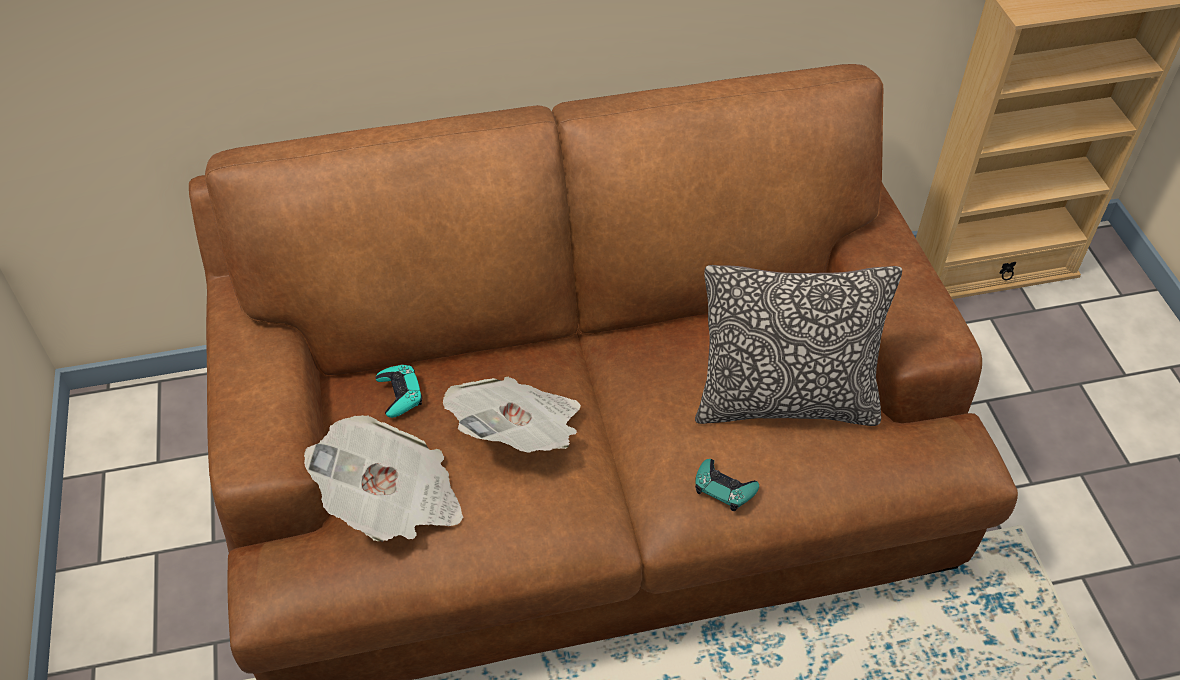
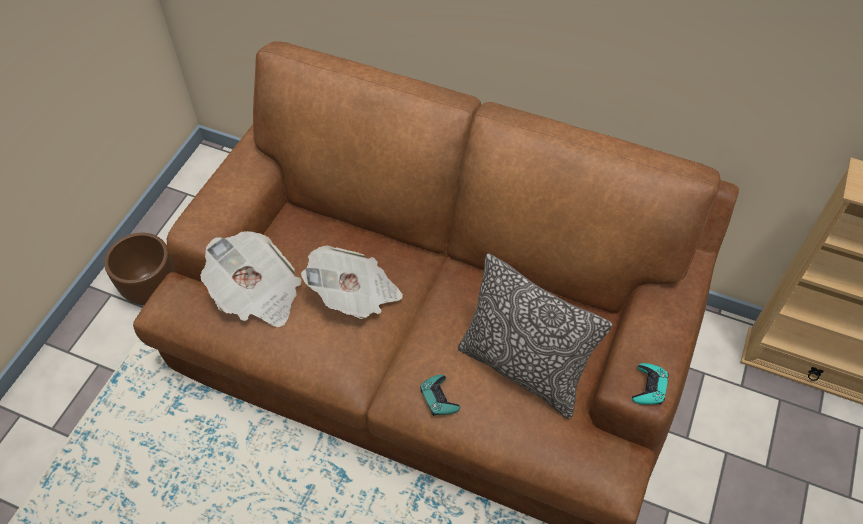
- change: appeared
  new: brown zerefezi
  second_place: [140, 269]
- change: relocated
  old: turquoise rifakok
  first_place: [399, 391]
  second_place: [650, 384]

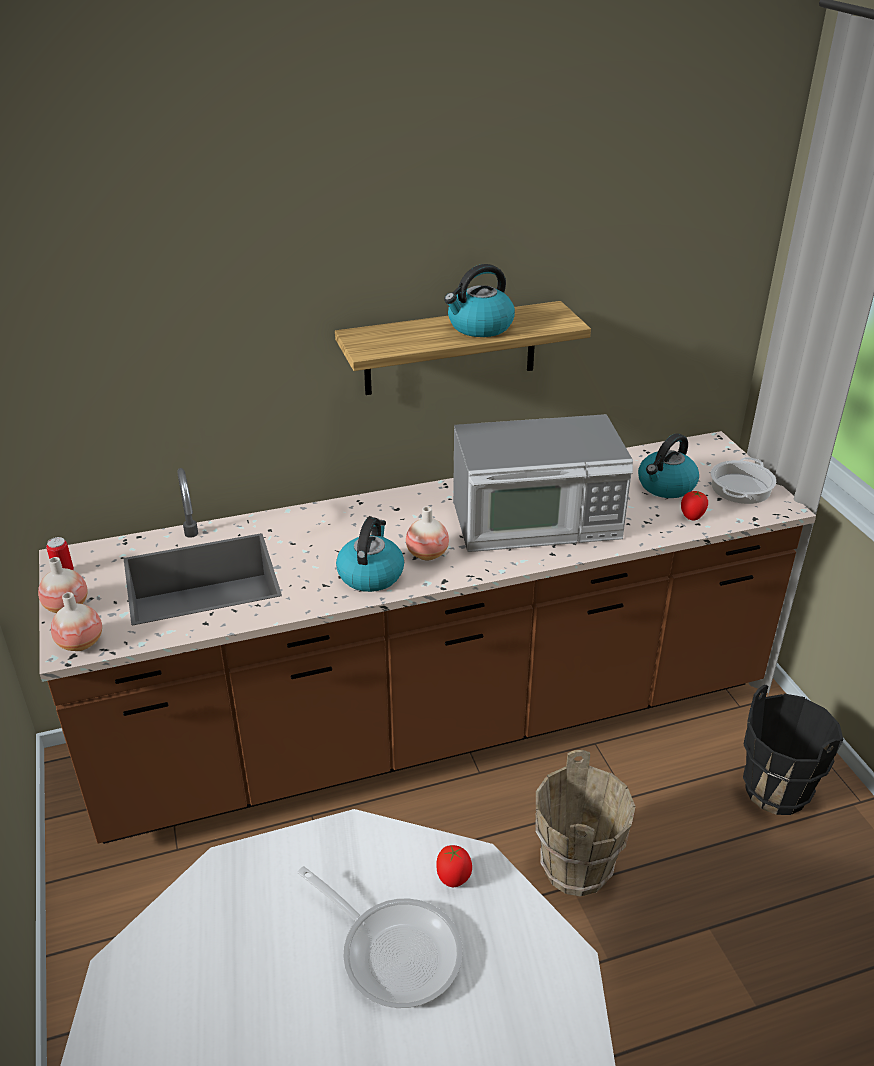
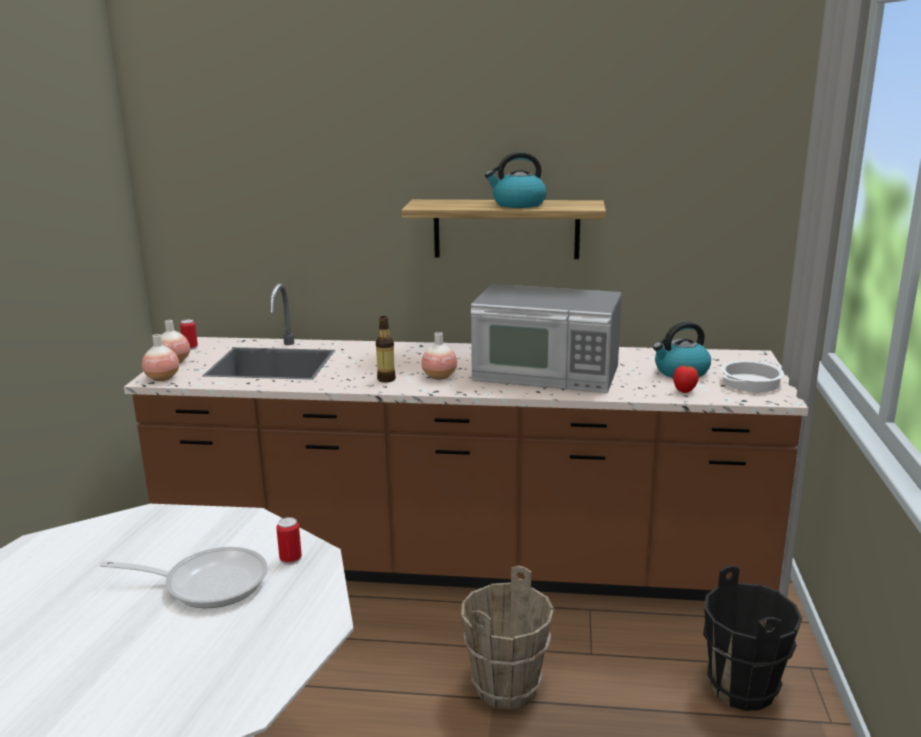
- change: exchanged
  old: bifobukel
  new: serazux
  first_place: [370, 554]
  second_place: [386, 349]
- change: exchanged
  old: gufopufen
  new: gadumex
  first_place: [454, 866]
  second_place: [289, 541]
- change: spun
  old: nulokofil
  first_place: [380, 937]
  second_place: [184, 577]
  degrees: -60

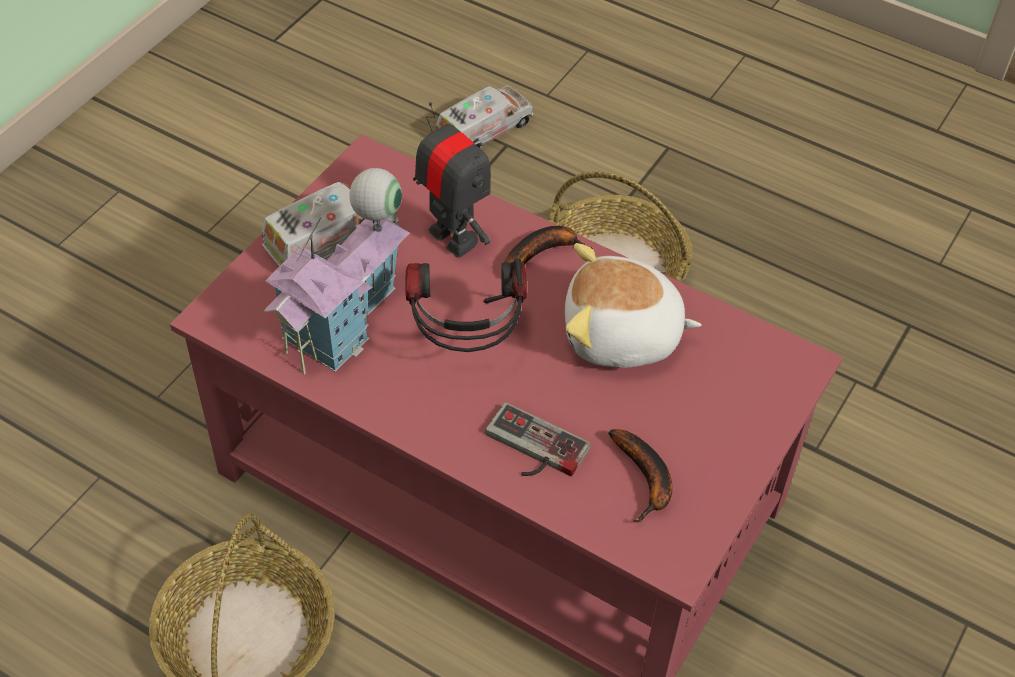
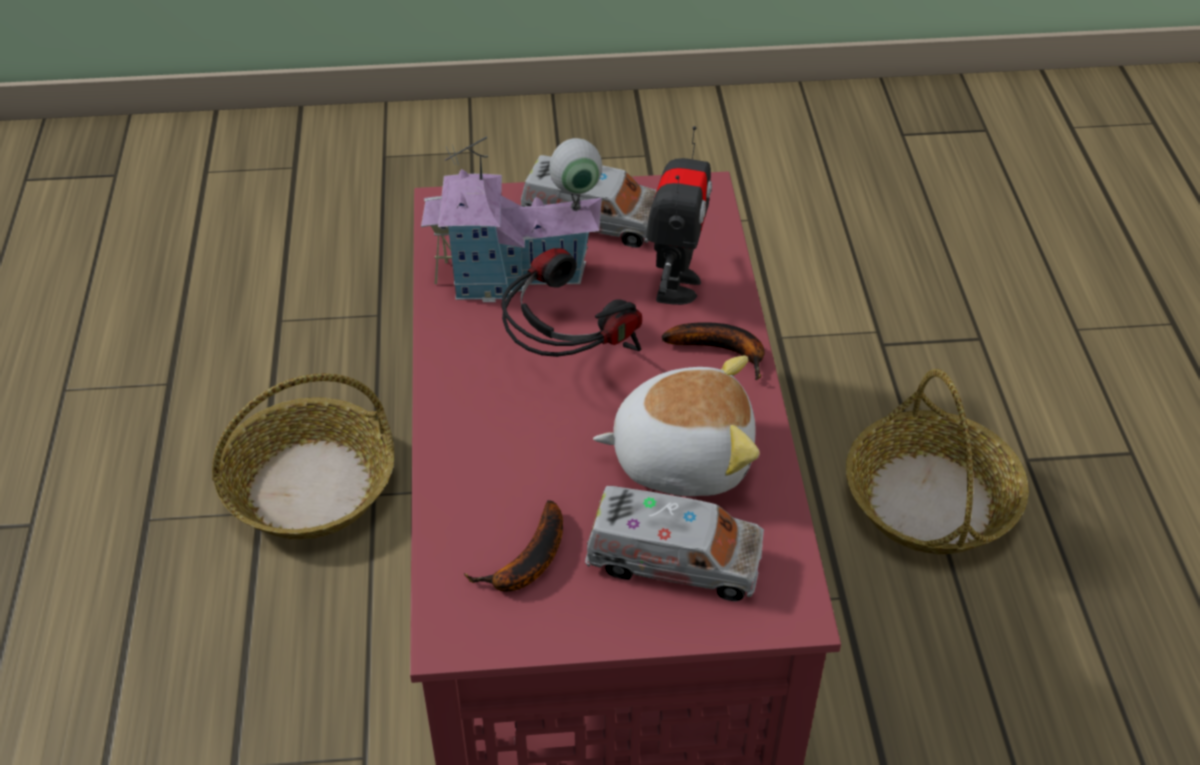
- change: missing
  old: rifakok
  first_place: [538, 439]
- change: relocated
  old: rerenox
  first_place: [484, 116]
  second_place: [674, 543]
- change: spun
  old: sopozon
  first_place: [633, 305]
  second_place: [676, 425]
  degrees: 120

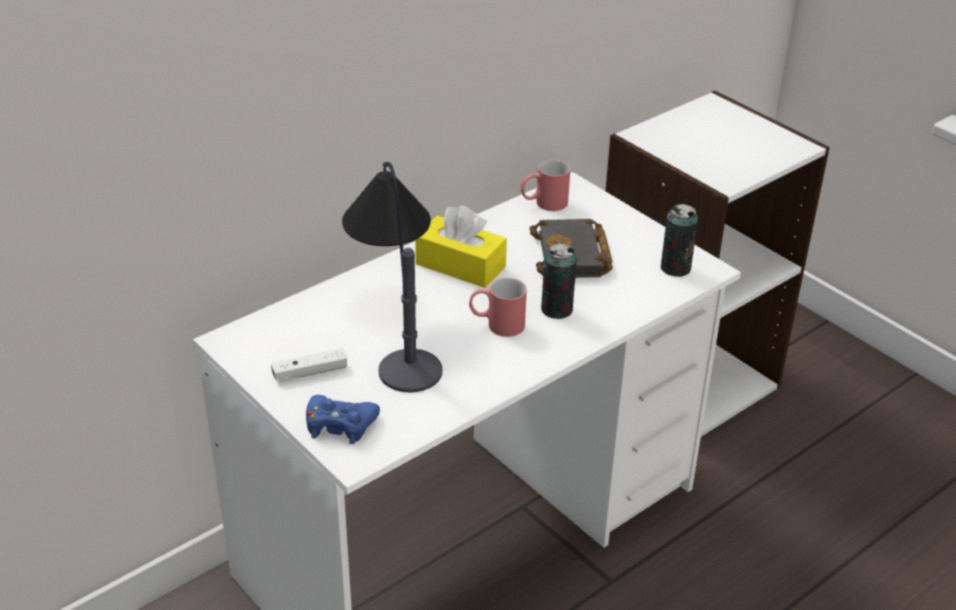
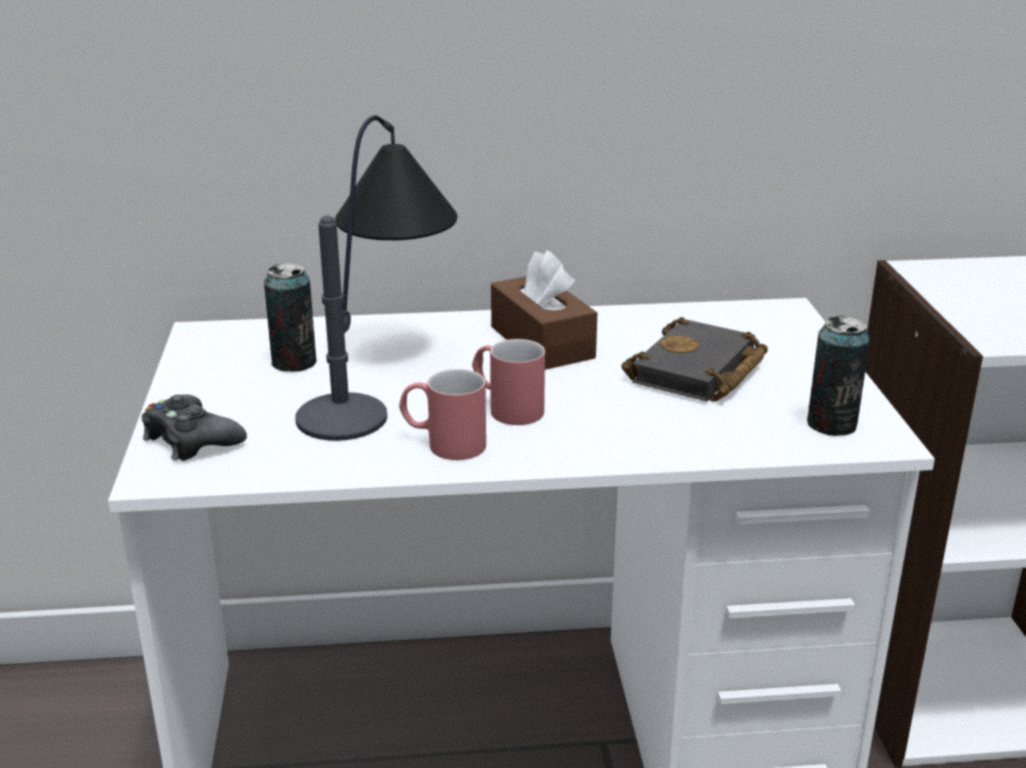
- change: missing
  old: white rifakok
  first_place: [309, 364]
- change: relocated
  old: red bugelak
  first_place: [545, 185]
  second_place: [442, 414]
- change: relocated
  old: gadumex
  first_place: [559, 281]
  second_place: [290, 317]
- change: colour
  old: blue rifakok
  new: black rifakok
  first_place: [343, 419]
  second_place: [194, 428]
- change: colour
  old: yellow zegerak
  new: brown zegerak
  first_place: [461, 246]
  second_place: [544, 310]

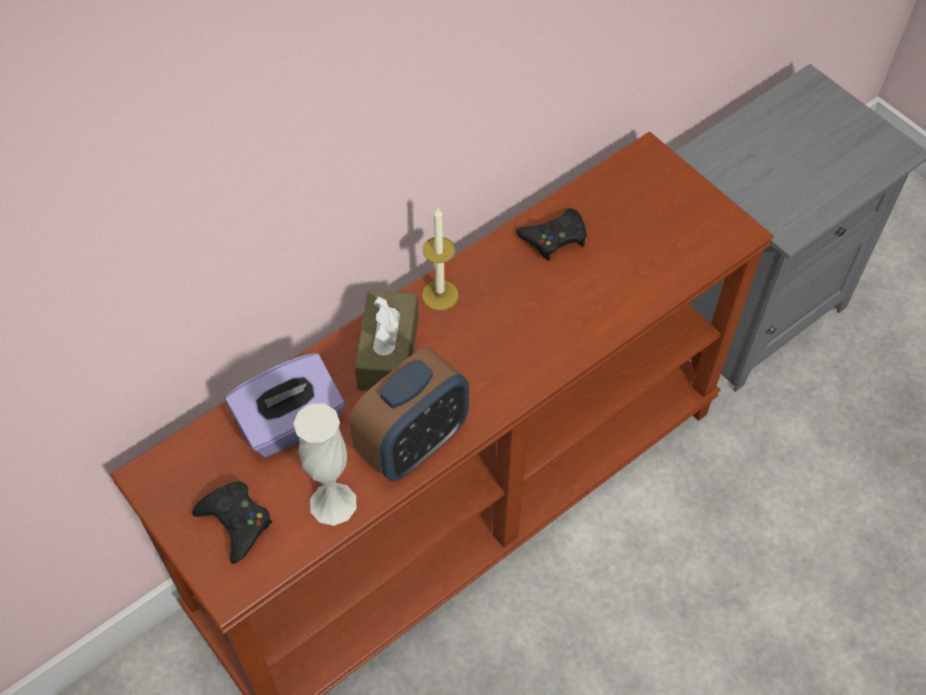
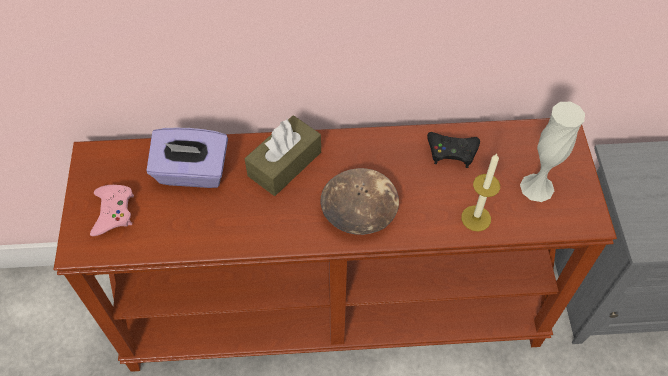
- change: missing
  old: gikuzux
  first_place: [409, 414]
- change: appeared
  new: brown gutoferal
  second_place: [359, 201]
- change: relocated
  old: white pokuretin
  first_place: [325, 465]
  second_place: [552, 152]
- change: relocated
  old: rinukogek
  first_place: [440, 259]
  second_place: [480, 193]
- change: colour
  old: black rifakok
  new: pink rifakok
  first_place: [232, 522]
  second_place: [112, 210]

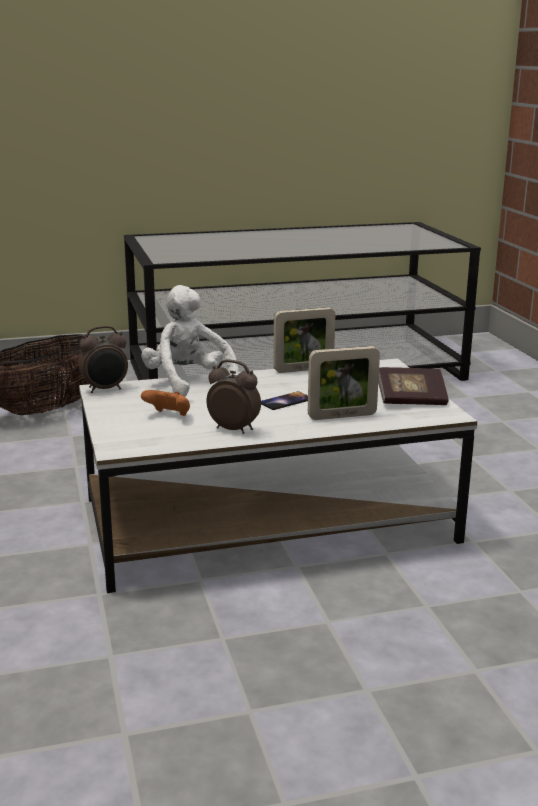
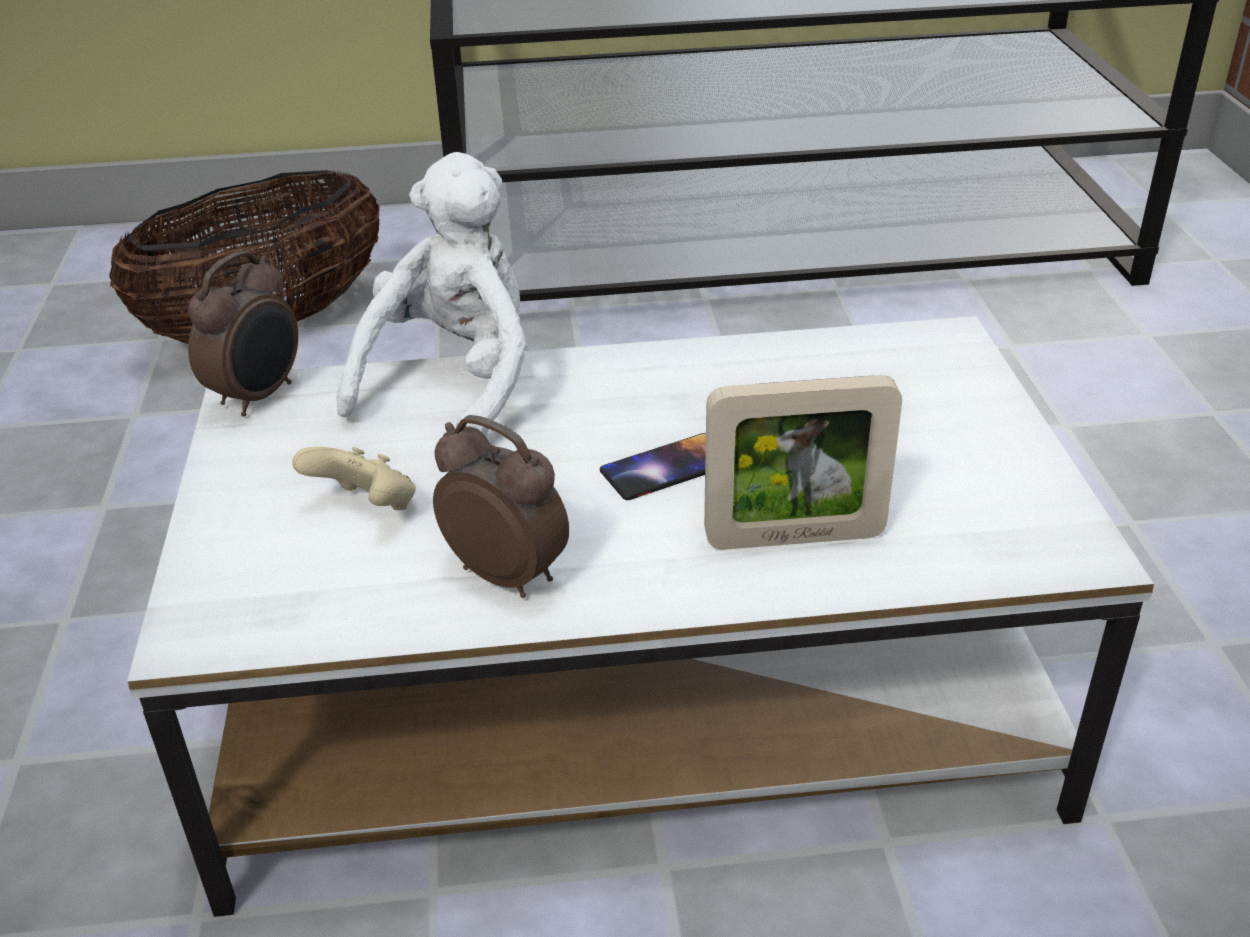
- change: missing
  old: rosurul
  first_place: [304, 340]
- change: missing
  old: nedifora
  first_place: [413, 386]
- change: colour
  old: orange rifakok
  new: beige rifakok
  first_place: [165, 403]
  second_place: [354, 478]
- change: spun
  old: gikuzux
  first_place: [103, 359]
  second_place: [243, 334]
  degrees: -45
- change: spun
  old: white sopozon
  first_place: [190, 341]
  second_place: [432, 294]
  degrees: 45

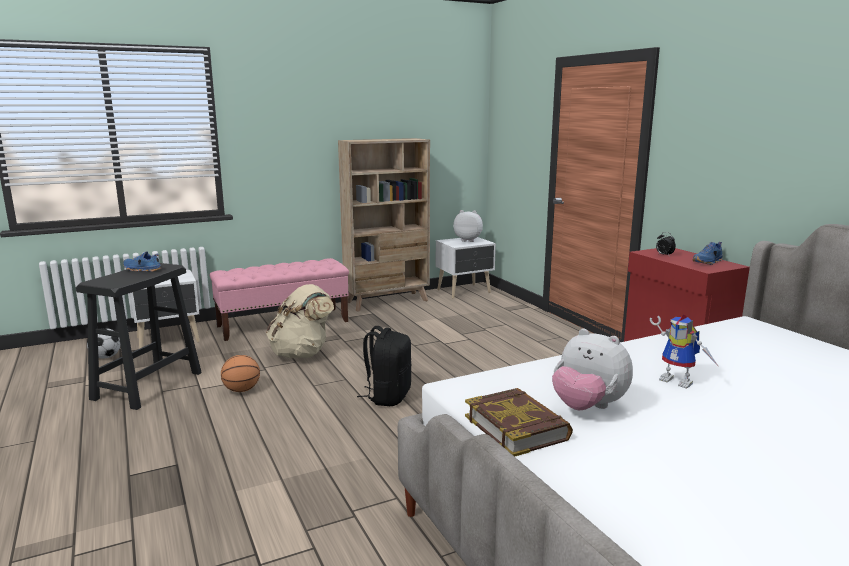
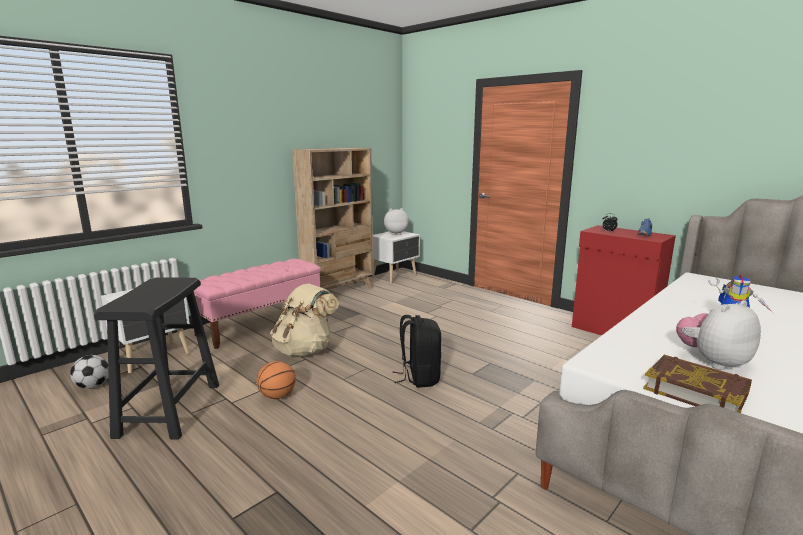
- change: missing
  old: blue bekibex
  first_place: [142, 261]
- change: spun
  old: sopozon
  first_place: [592, 369]
  second_place: [718, 335]
  degrees: 135

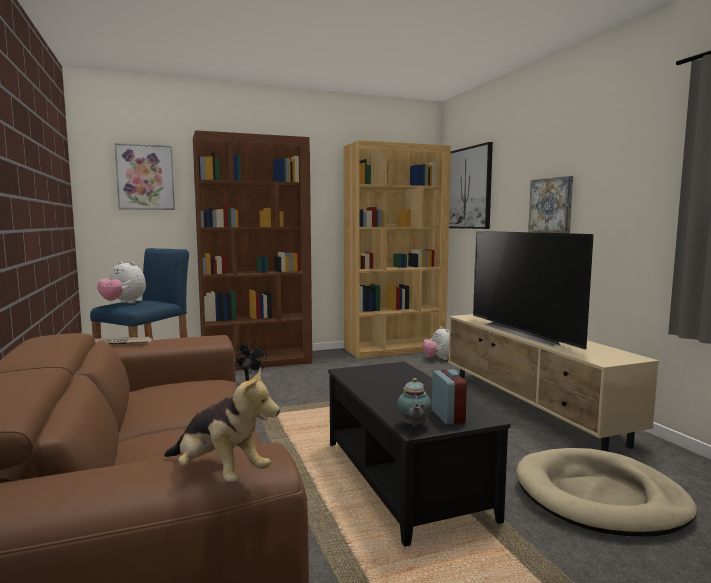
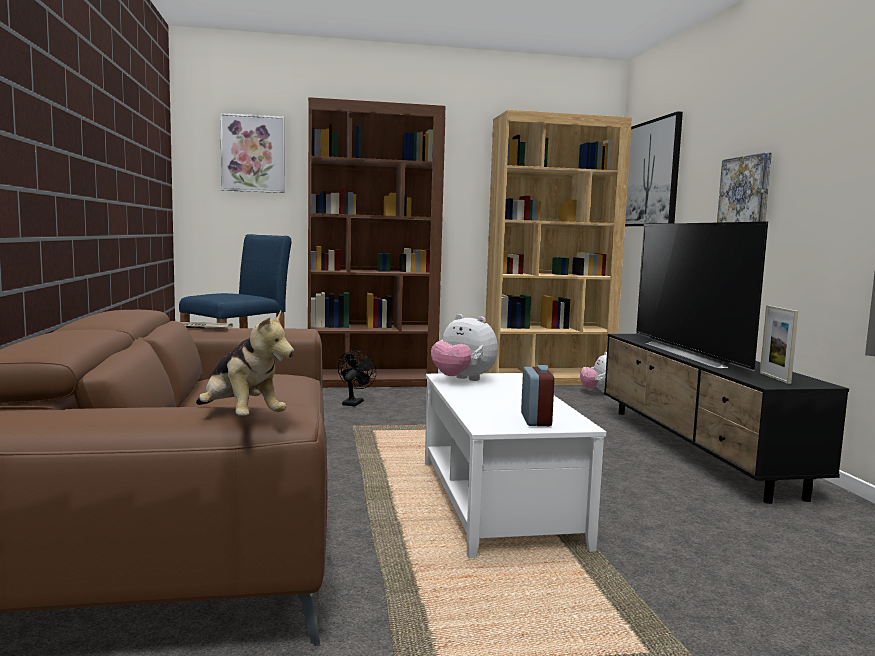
- change: missing
  old: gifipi
  first_place: [414, 402]
- change: missing
  old: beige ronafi
  first_place: [606, 492]
- change: appeared
  new: rosurul
  second_place: [779, 344]
- change: relocated
  old: sopozon
  first_place: [121, 282]
  second_place: [464, 347]
- change: colour
  old: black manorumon
  new: white manorumon
  first_place: [419, 454]
  second_place: [515, 465]
- change: colour
  old: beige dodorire
  new: black dodorire
  first_place: [553, 382]
  second_place: [726, 419]

